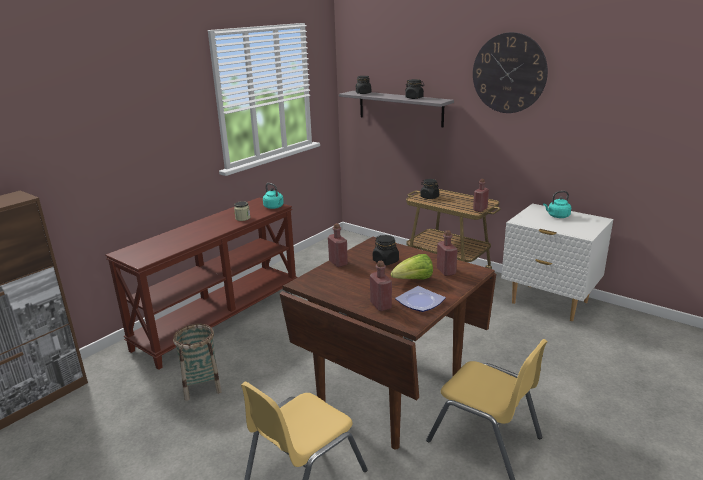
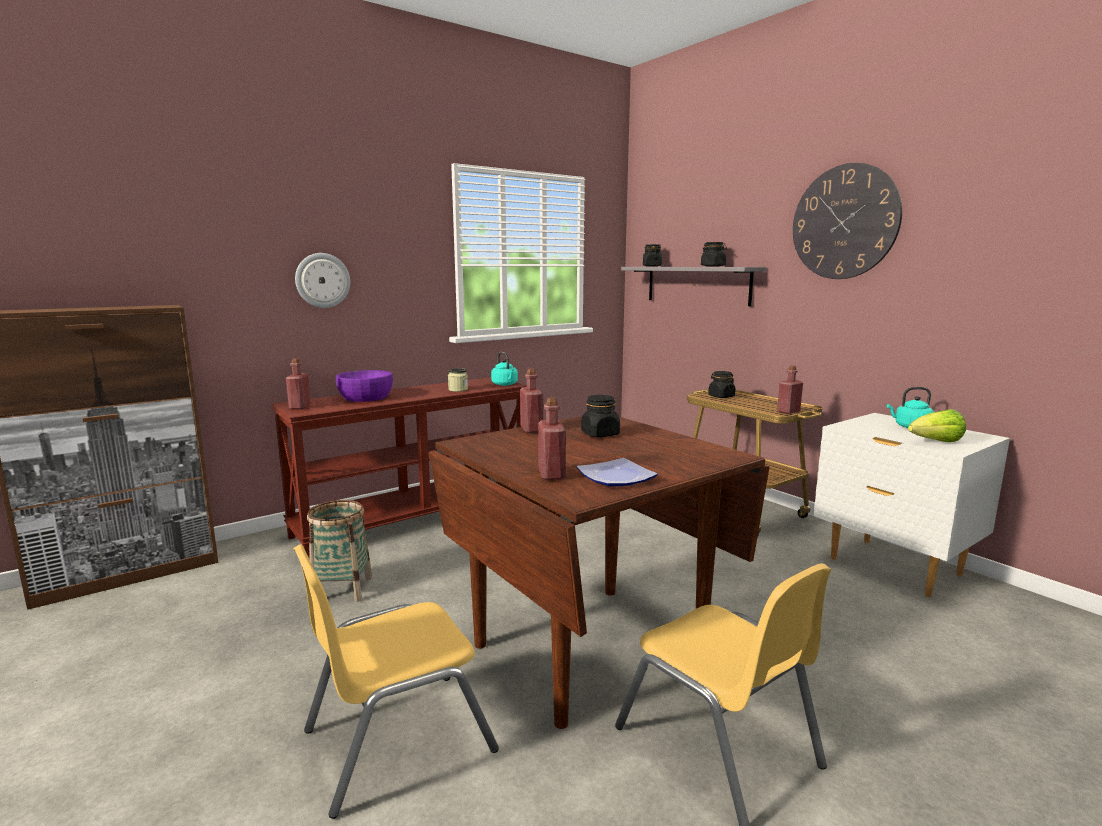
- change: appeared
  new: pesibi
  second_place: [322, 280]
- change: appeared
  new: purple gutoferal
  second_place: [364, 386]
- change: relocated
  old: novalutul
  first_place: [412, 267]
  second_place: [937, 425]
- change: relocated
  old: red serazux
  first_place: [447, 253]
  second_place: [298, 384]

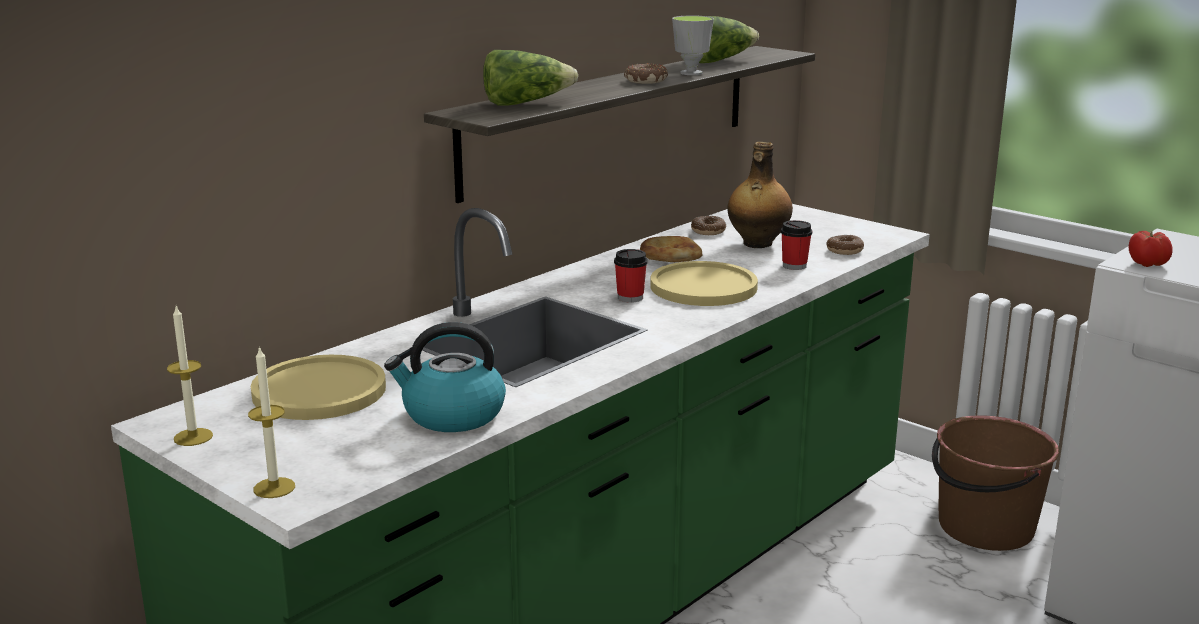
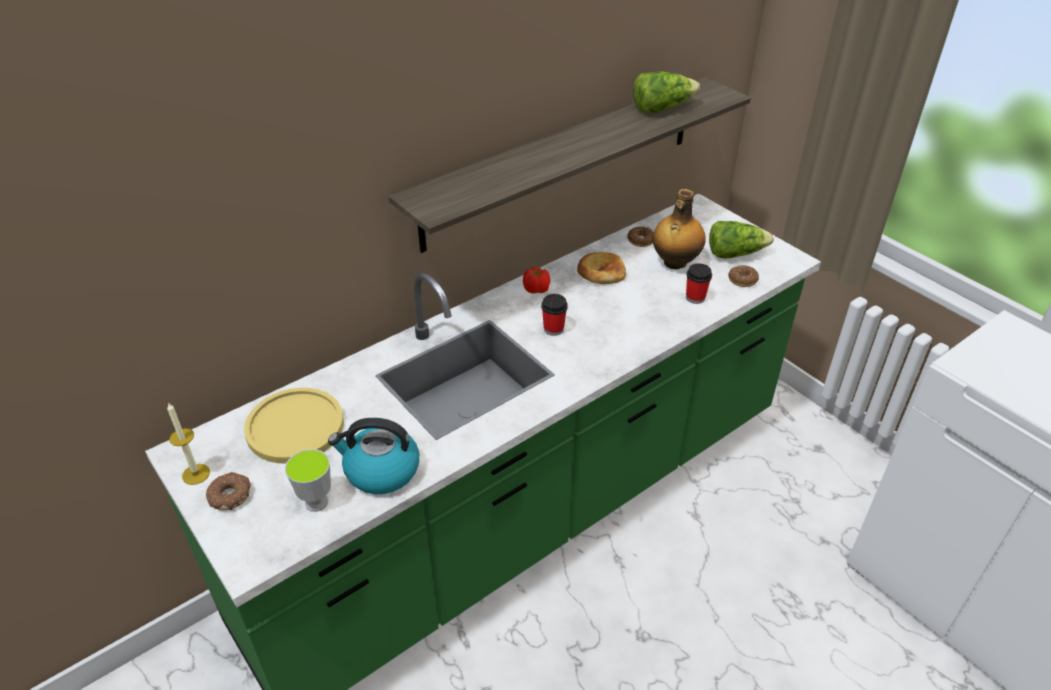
- change: missing
  old: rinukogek
  first_place: [271, 422]
- change: missing
  old: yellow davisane
  first_place: [704, 283]
- change: missing
  old: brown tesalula
  first_place: [995, 483]
- change: relocated
  old: novalutul
  first_place: [530, 78]
  second_place: [741, 239]
- change: relocated
  old: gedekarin
  first_place: [646, 73]
  second_place: [228, 491]
- change: relocated
  old: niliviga
  first_place: [693, 45]
  second_place: [308, 480]
- change: relocated
  old: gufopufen
  first_place: [1150, 248]
  second_place: [536, 280]

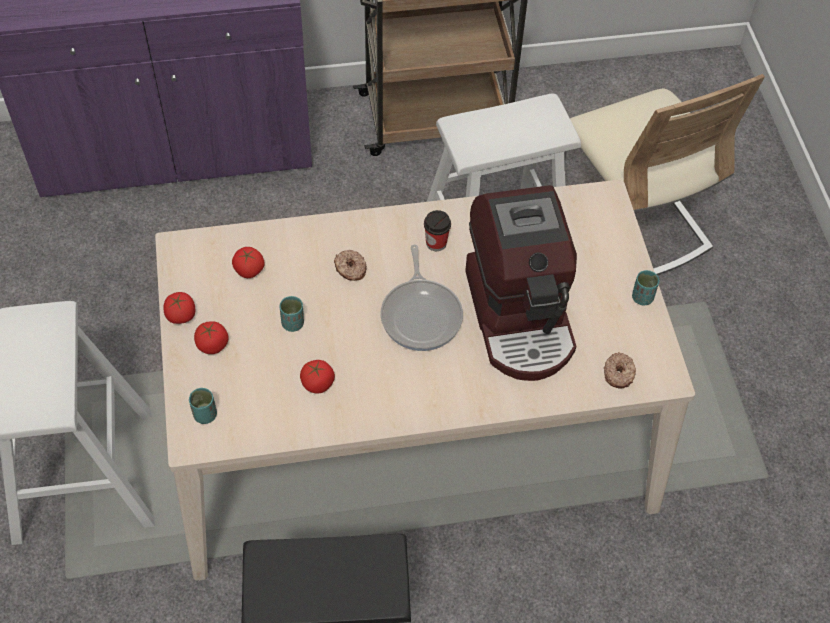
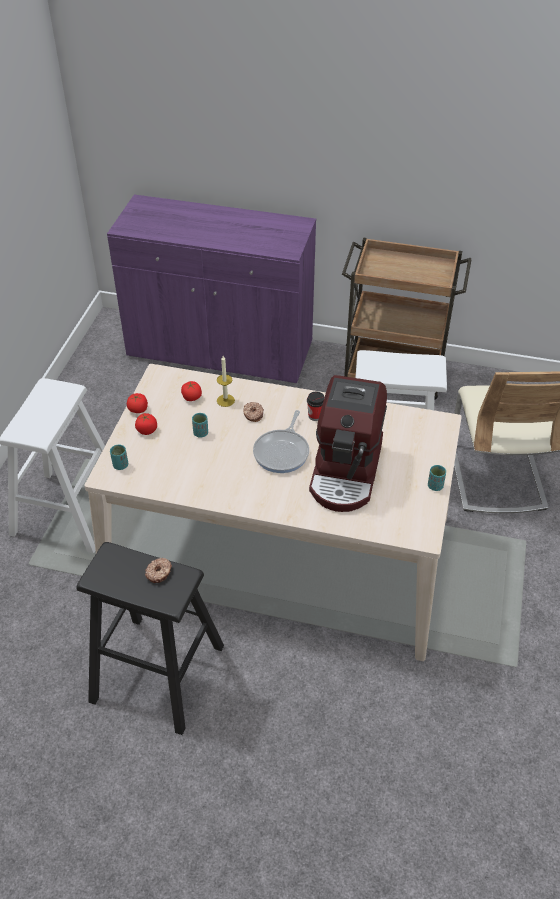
- change: missing
  old: gufopufen
  first_place: [317, 377]
- change: appeared
  new: rinukogek
  second_place: [226, 381]
- change: relocated
  old: gedekarin
  first_place: [620, 370]
  second_place: [158, 570]

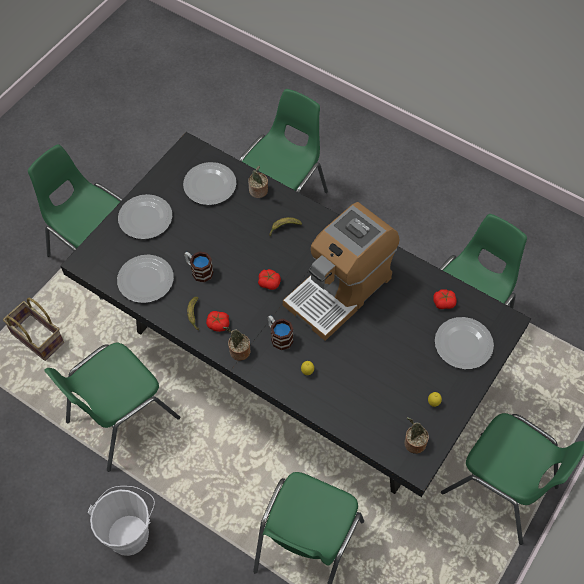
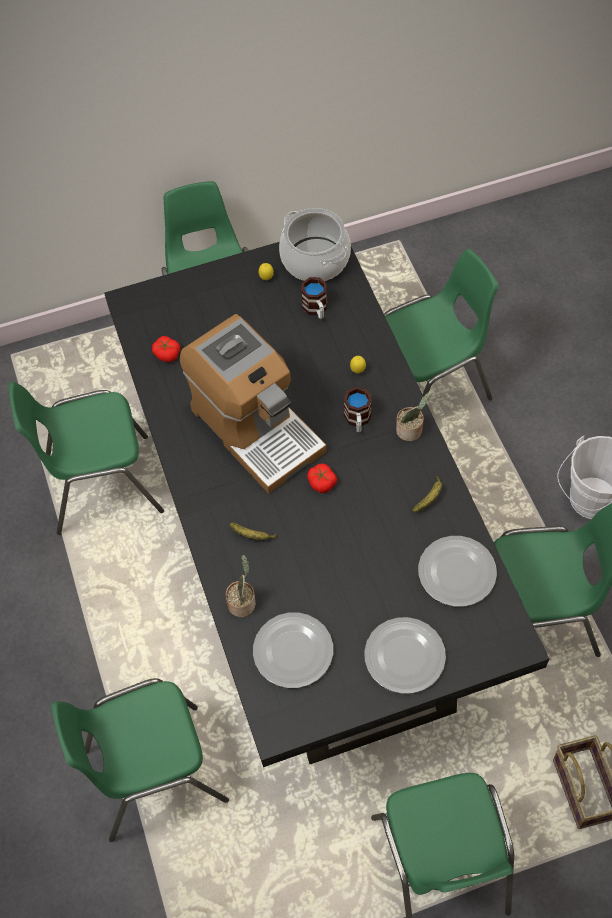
- change: missing
  old: gufopufen
  first_place: [217, 321]
- change: missing
  old: davisane
  first_place: [464, 343]
- change: relocated
  old: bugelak
  first_place: [198, 266]
  second_place: [314, 298]
- change: exchanged
  old: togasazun
  new: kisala
  first_place: [416, 435]
  second_place: [315, 244]
- change: spun
  old: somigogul
  first_place: [341, 271]
  second_place: [253, 404]
  degrees: 60

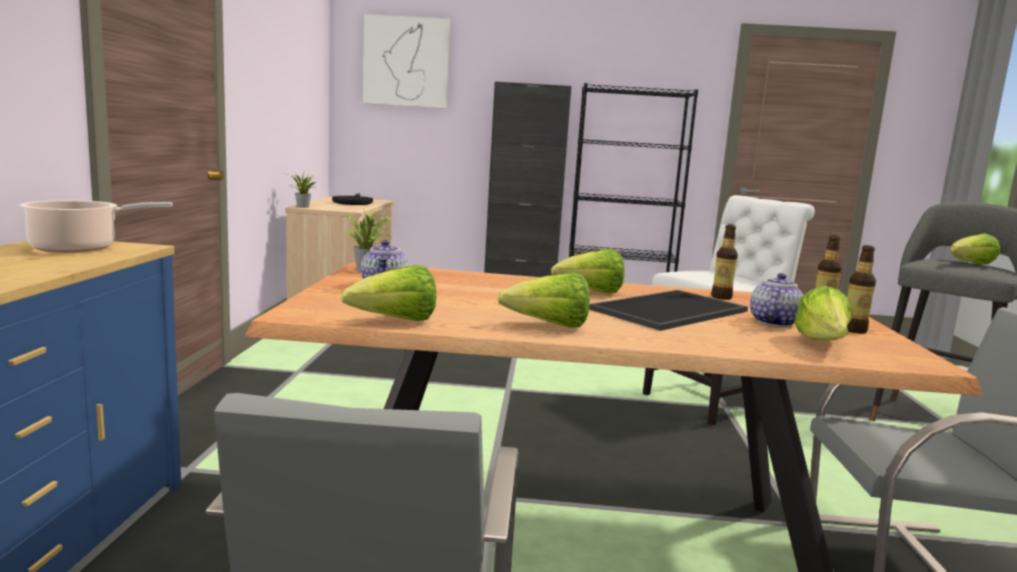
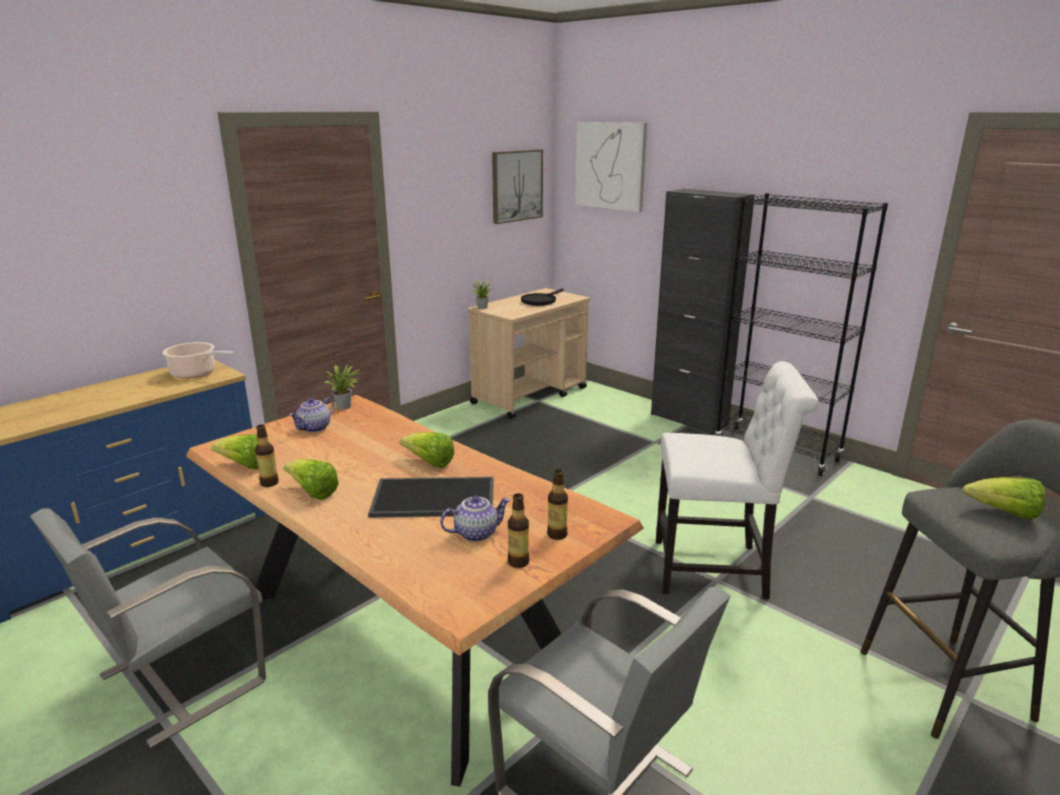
- change: missing
  old: novalutul
  first_place: [823, 313]
- change: appeared
  new: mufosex
  second_place: [517, 186]
- change: relocated
  old: serazux
  first_place: [724, 262]
  second_place: [267, 455]

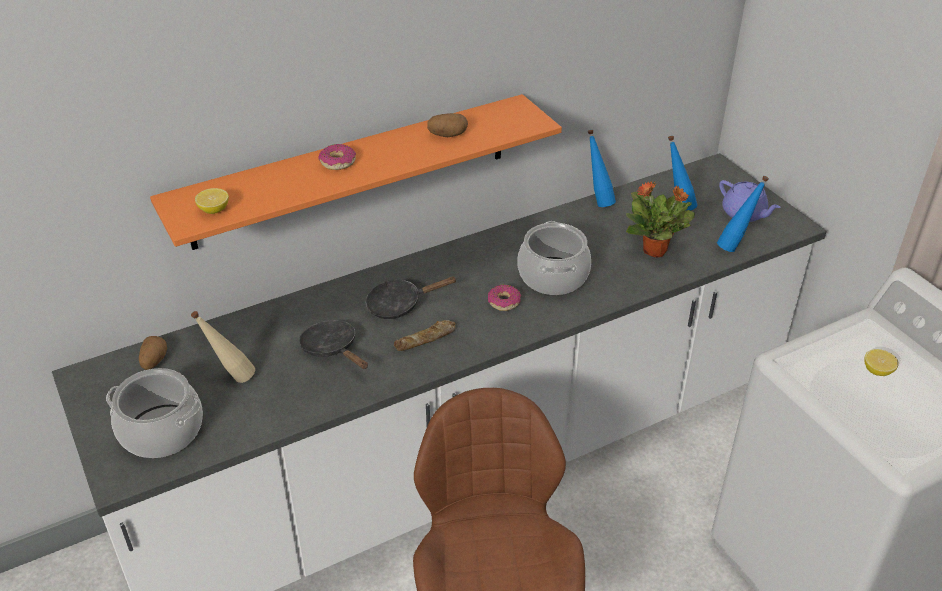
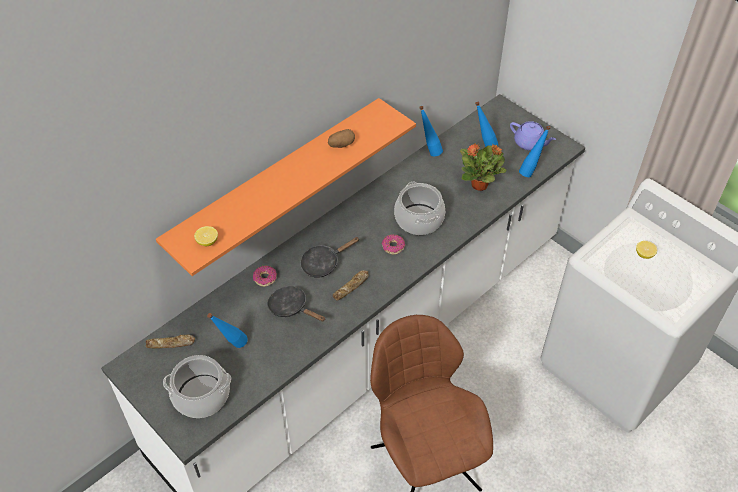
- change: relocated
  old: gedekarin
  first_place: [337, 157]
  second_place: [265, 276]
- change: exchanged
  old: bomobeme
  new: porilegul
  first_place: [153, 353]
  second_place: [170, 341]
- change: colour
  old: beige serazux
  new: blue serazux
  first_place: [223, 347]
  second_place: [227, 330]

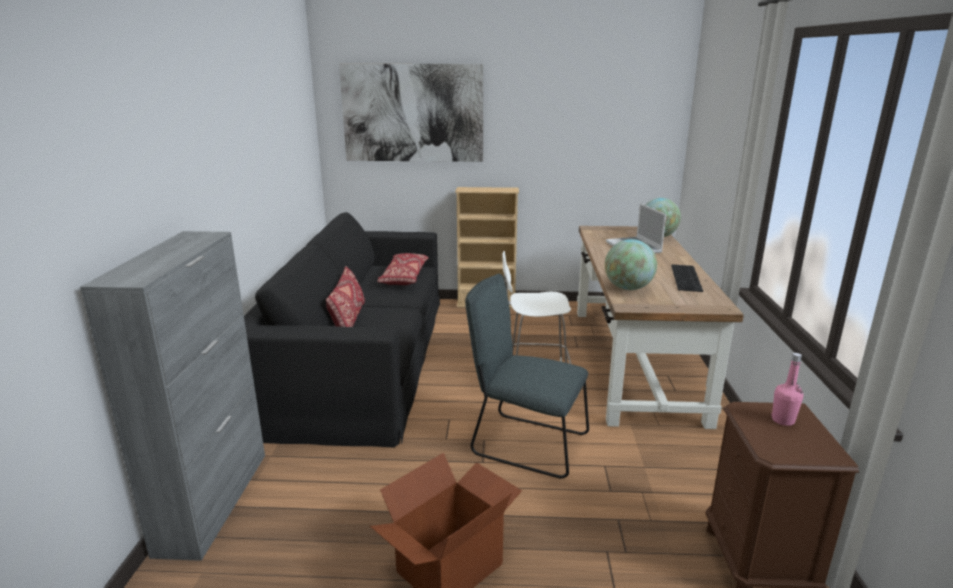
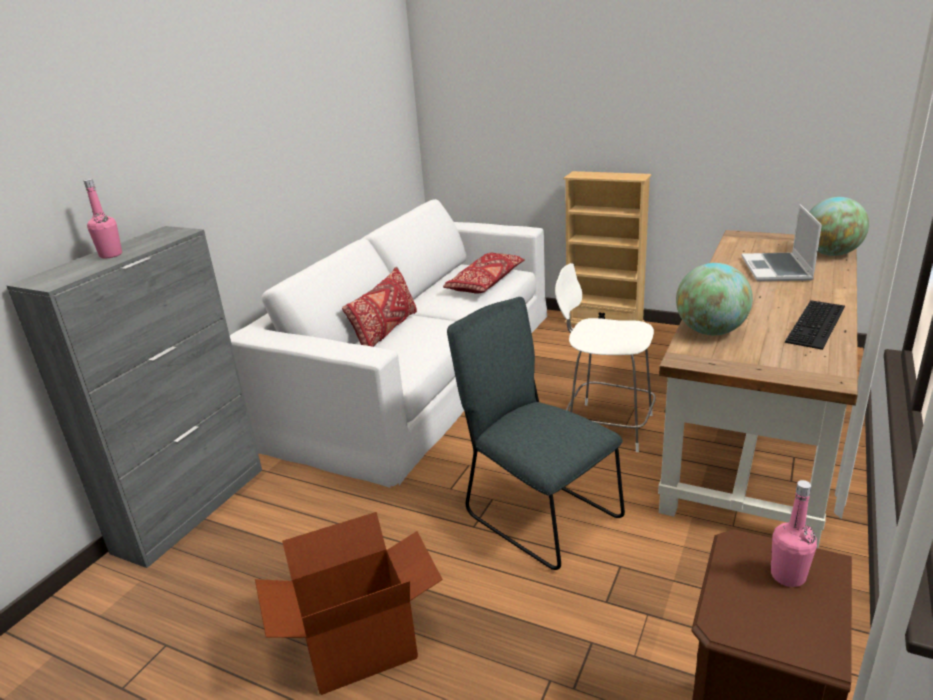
- change: missing
  old: mufosex
  first_place: [411, 113]
- change: appeared
  new: pink serazux
  second_place: [103, 218]
- change: colour
  old: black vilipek
  new: white vilipek
  first_place: [342, 330]
  second_place: [388, 343]

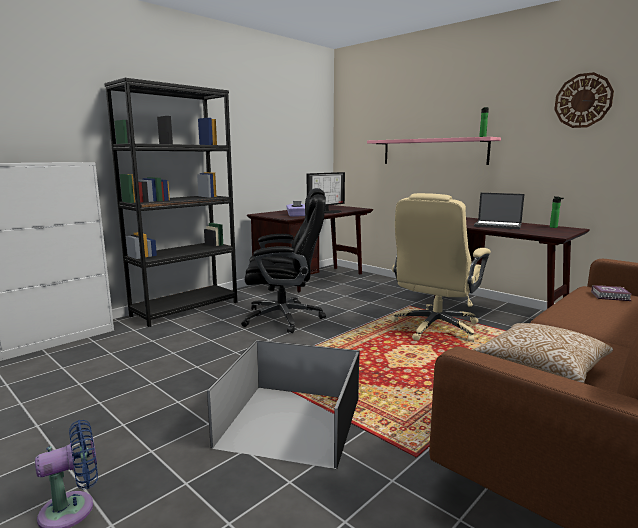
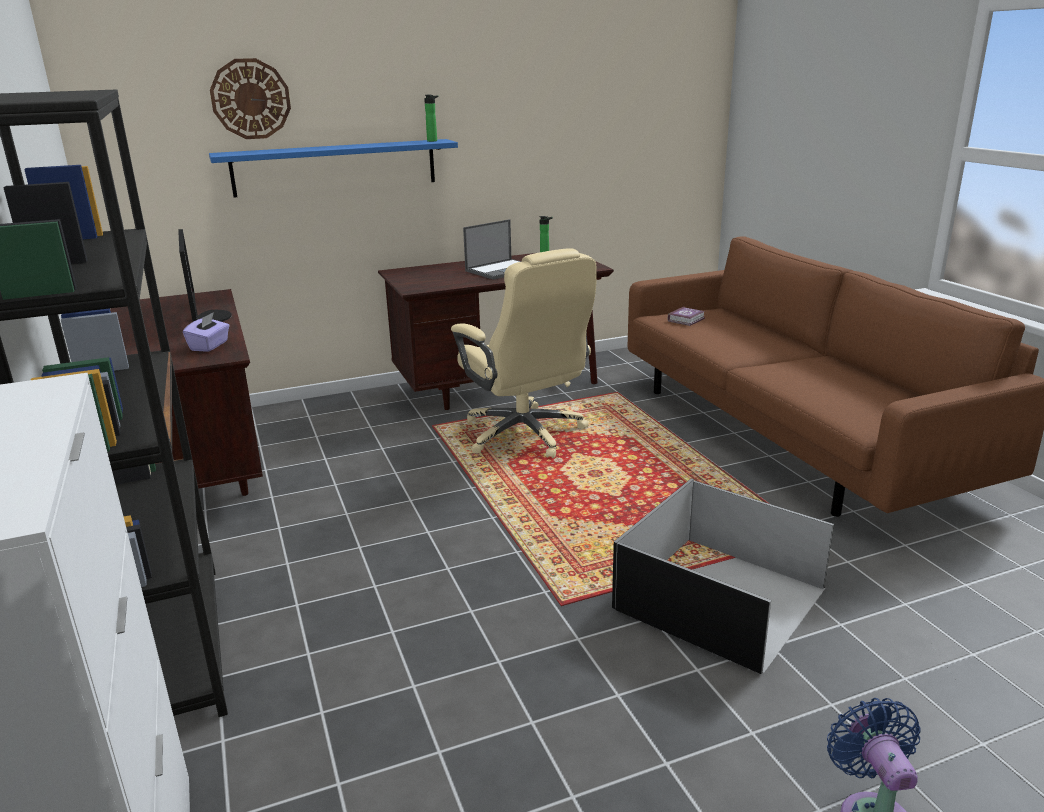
- change: missing
  old: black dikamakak
  first_place: [283, 260]
- change: missing
  old: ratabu
  first_place: [543, 353]
- change: relocated
  old: pesibi
  first_place: [584, 100]
  second_place: [250, 98]
- change: colour
  old: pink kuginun
  new: blue kuginun
  first_place: [434, 151]
  second_place: [333, 168]

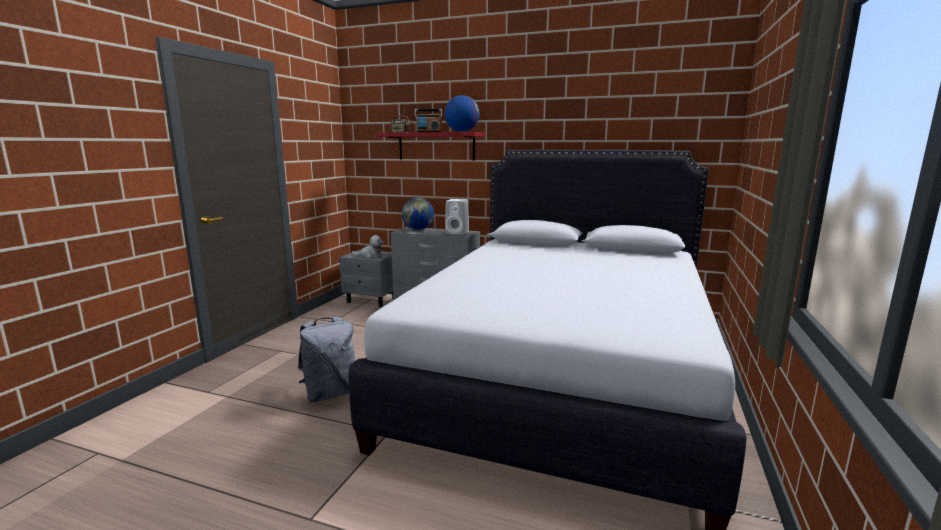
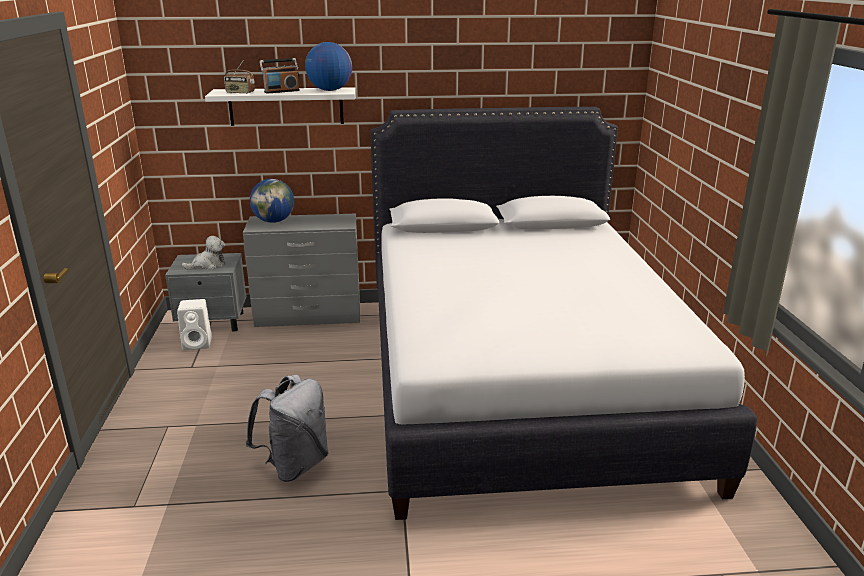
- change: relocated
  old: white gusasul
  first_place: [457, 217]
  second_place: [194, 324]
- change: colour
  old: red kuginun
  new: white kuginun
  first_place: [430, 146]
  second_place: [280, 106]

